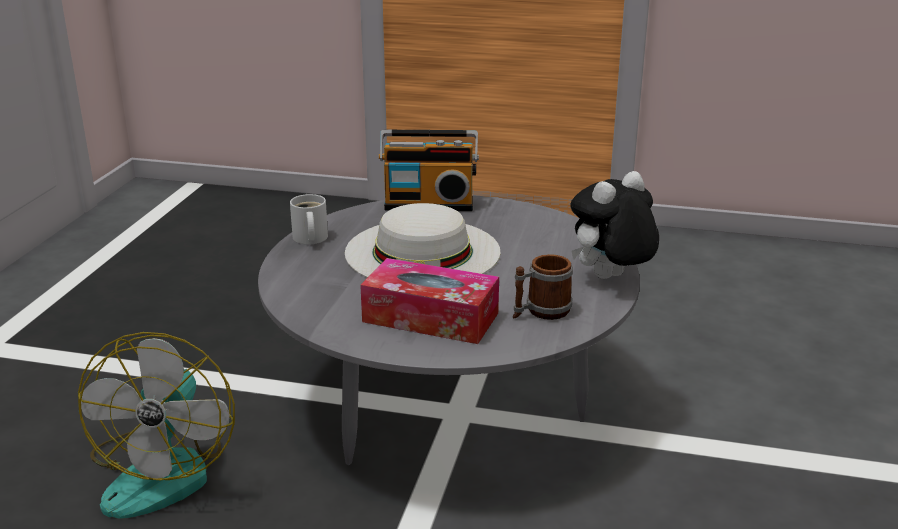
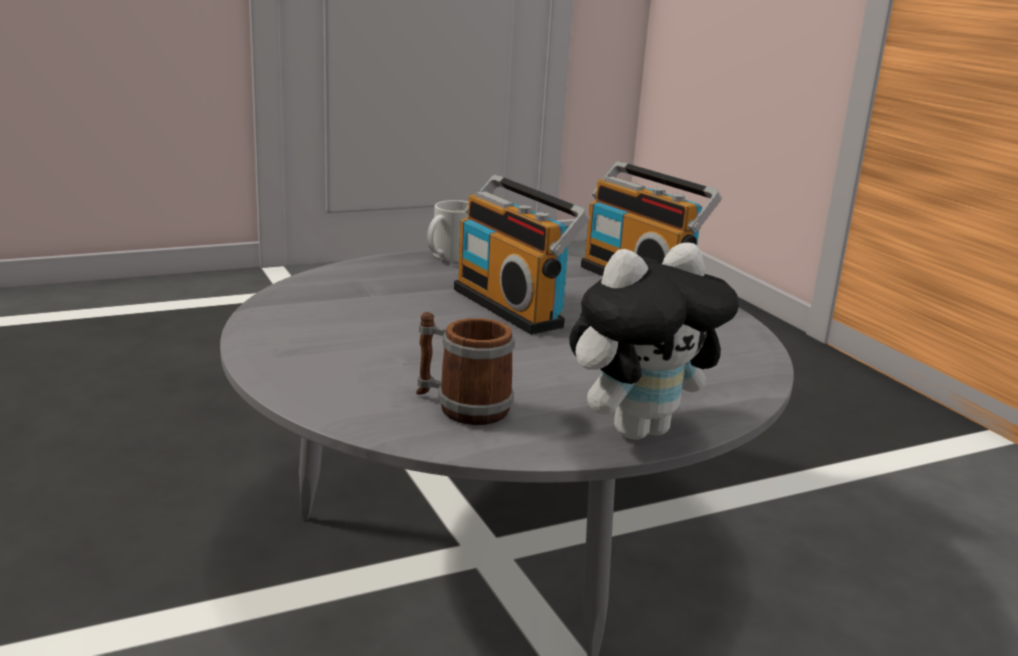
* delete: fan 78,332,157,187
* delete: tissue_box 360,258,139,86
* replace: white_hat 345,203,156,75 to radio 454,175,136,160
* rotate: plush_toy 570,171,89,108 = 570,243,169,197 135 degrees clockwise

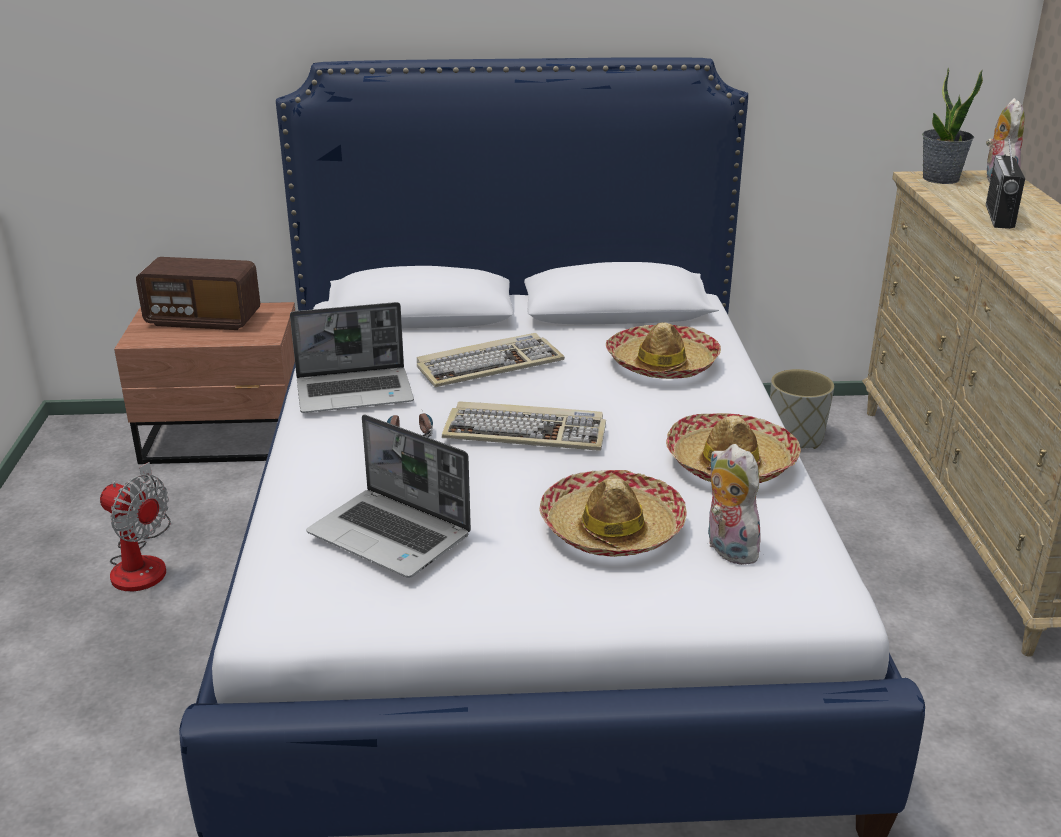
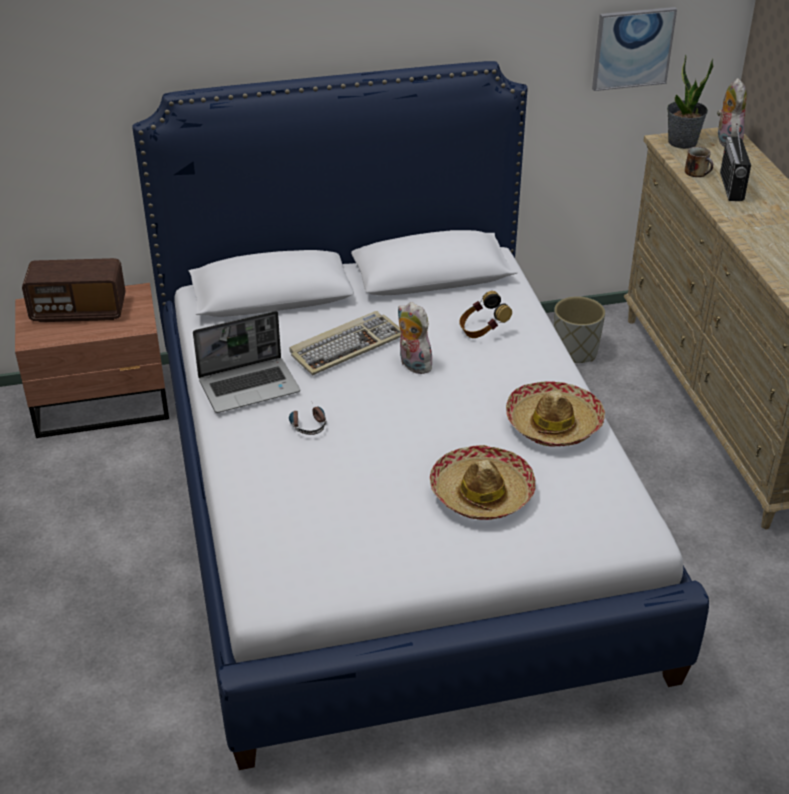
* delete: fan 100,462,71,129
* delete: laptop 306,415,165,163
* delete: keyboard 442,401,164,50
* insert: picture 592,7,85,84
* insert: mug 685,147,28,30
* move: plush_toy 707,444,58,121 to 397,302,35,72
* replace: hat 606,322,115,57 to headphones 459,291,53,47

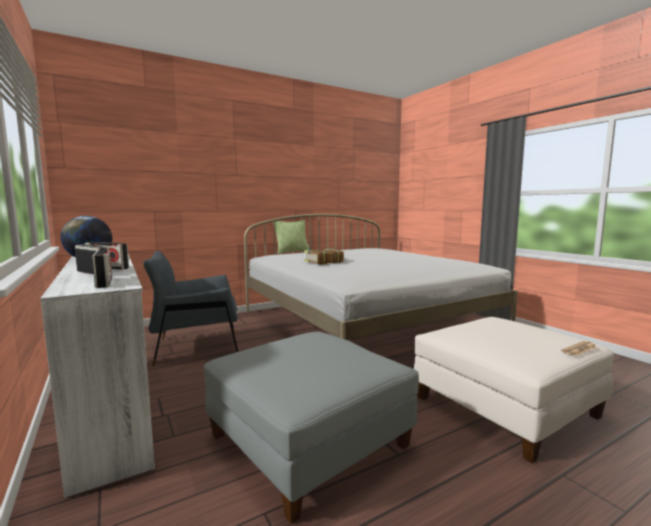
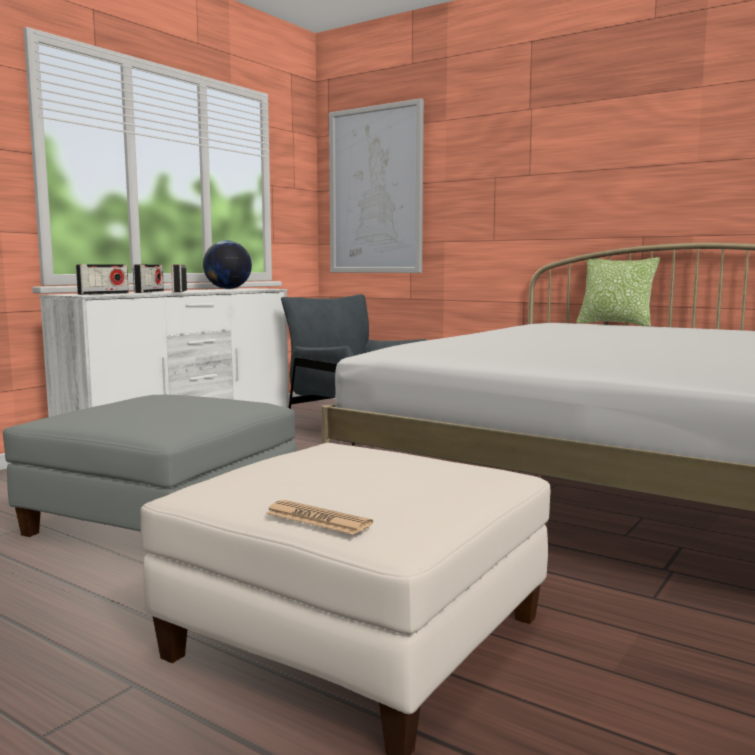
* delete: book 304,249,40,16
* insert: picture 329,98,95,175

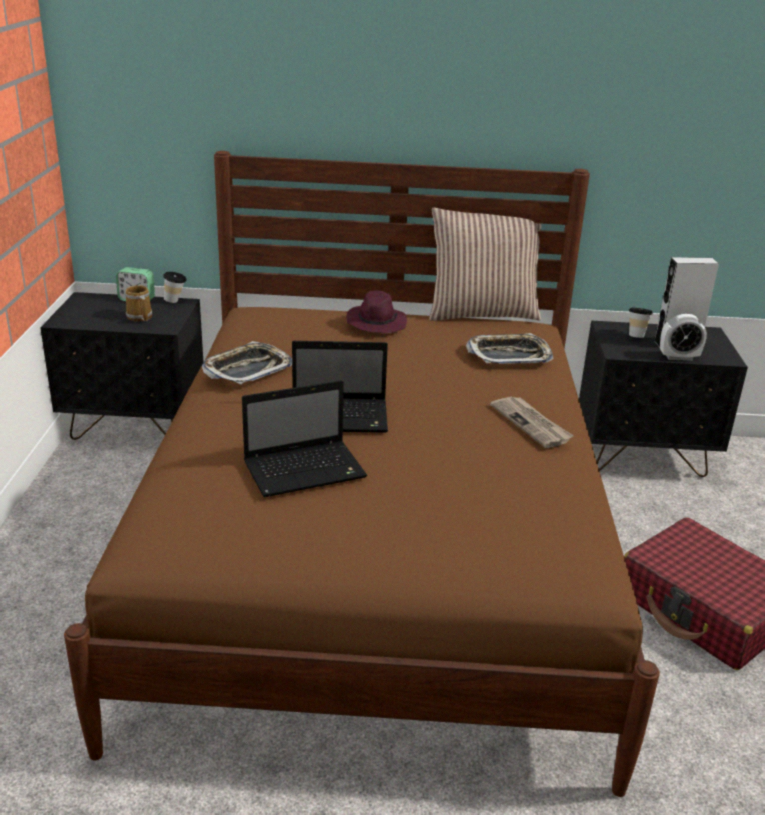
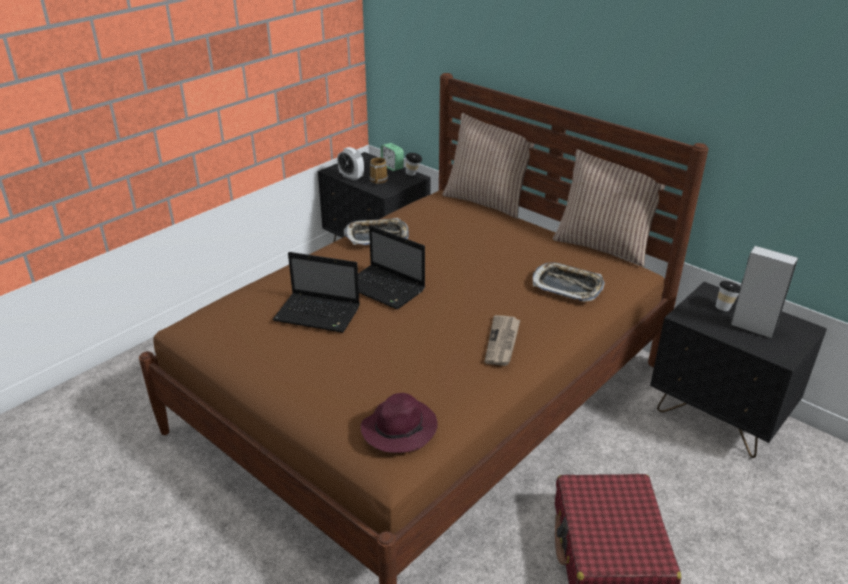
* insert: pillow 442,113,93,106
* move: purple_hat 346,290,61,43 to 360,393,78,60
* move: alarm_clock 660,314,47,47 to 337,147,27,34

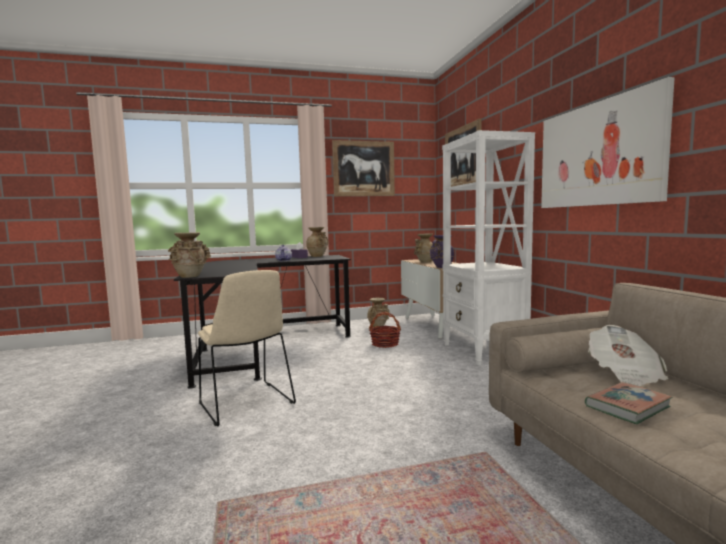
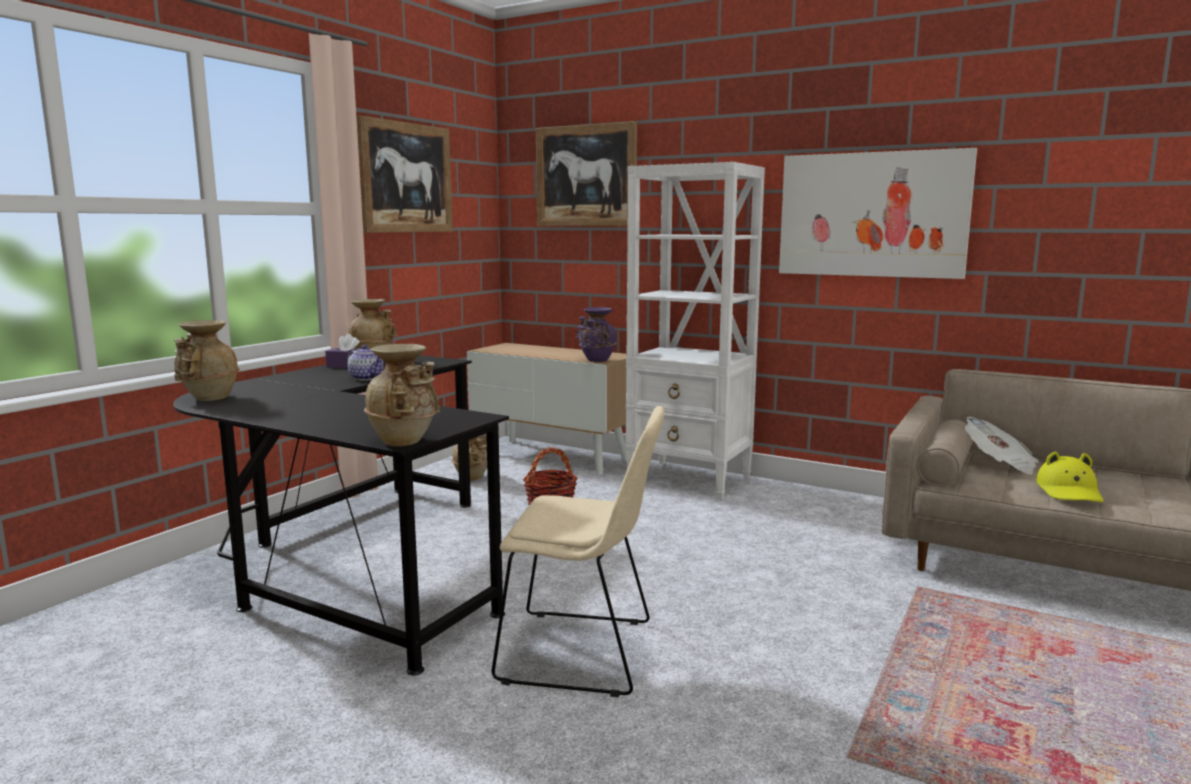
* move: beige_vase 414,234,19,28 to 174,320,66,81
* replace: book 585,382,88,42 to yellow_hat 1036,451,68,51

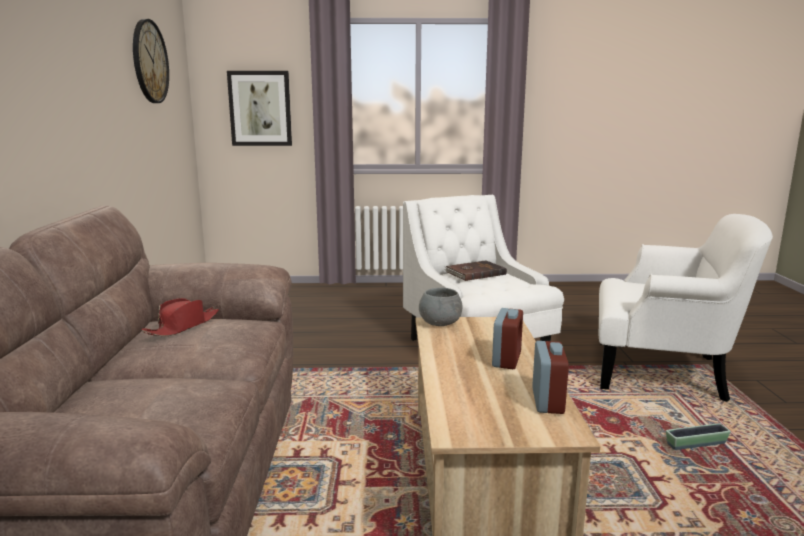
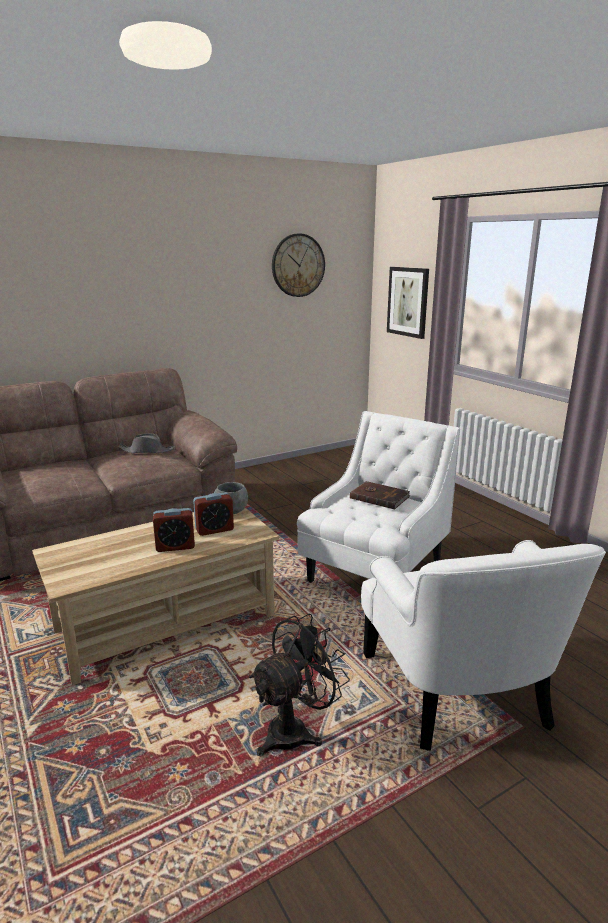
* move: alarm_clock 532,341,37,73 to 193,492,41,44
* replace: planter 666,423,65,27 to black_fan 249,613,101,143
* recolor: red_hat 142,298,77,38 to grey_hat 118,433,57,20

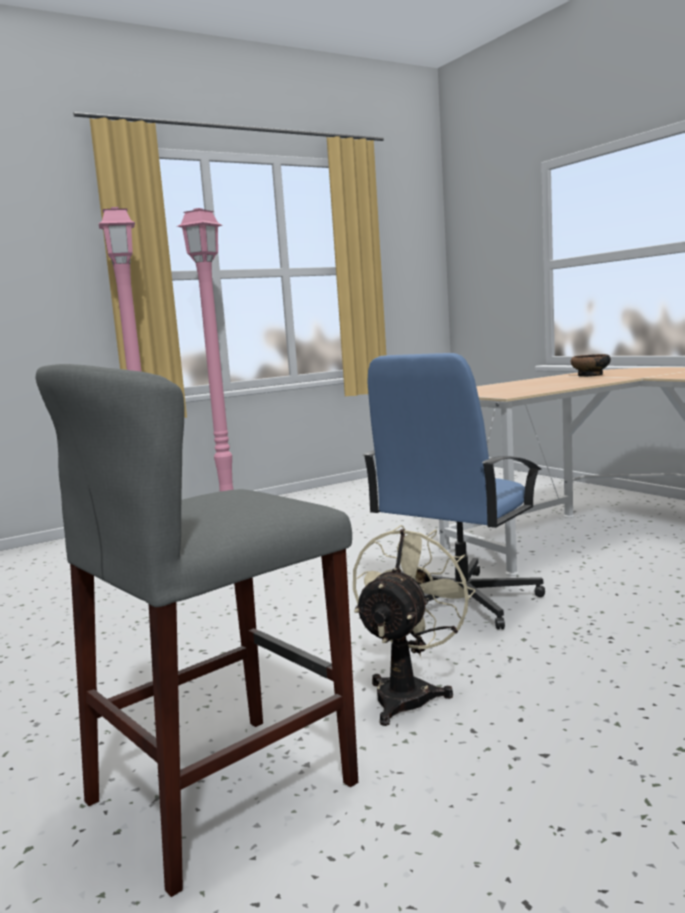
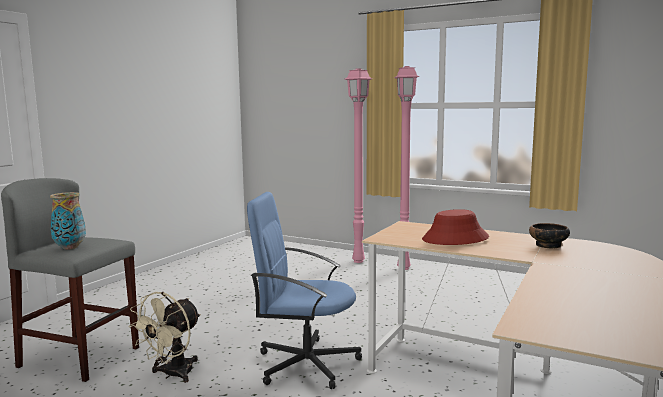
* insert: vase 50,192,36,58
* insert: red_hat 422,209,67,36
* rotate: beige_fan 353,525,123,201 = 128,292,73,91 120 degrees clockwise

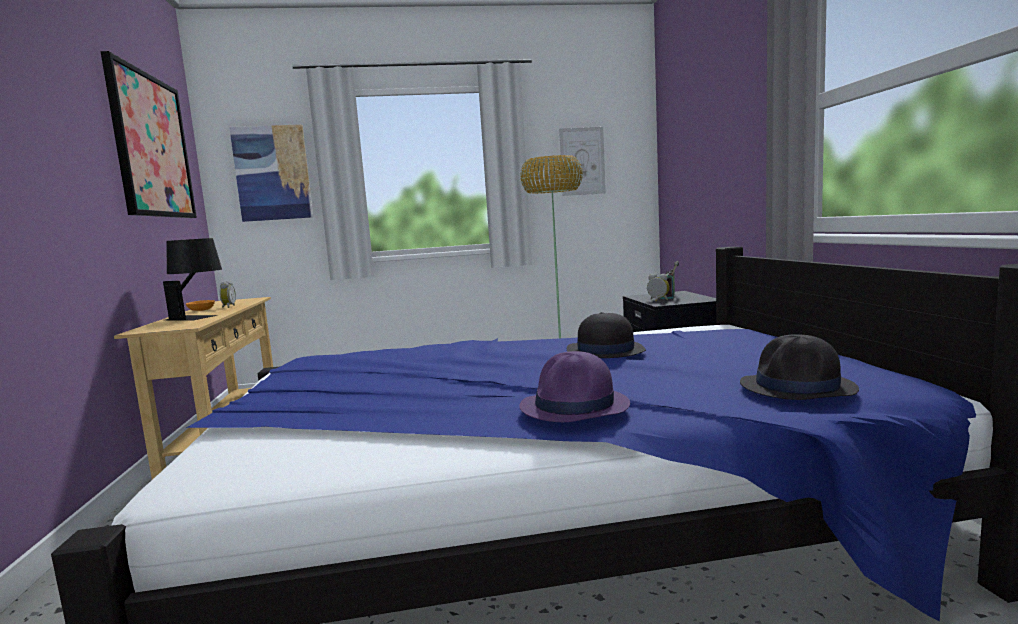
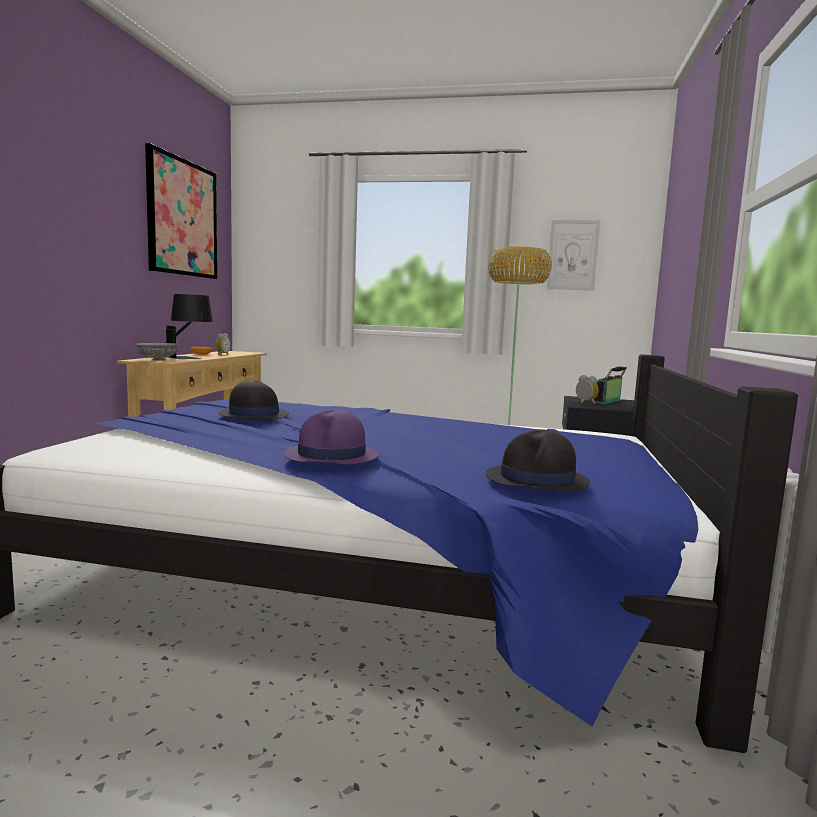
* delete: picture 229,124,84,98
* insert: grey_bowl 136,343,43,18
* move: black_hat 567,312,79,46 to 219,381,70,38

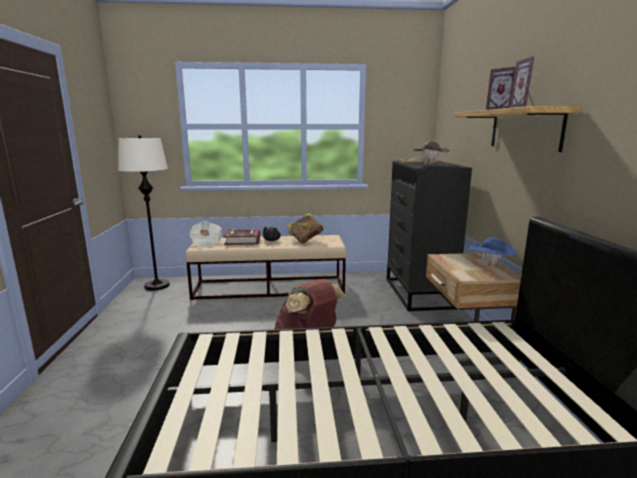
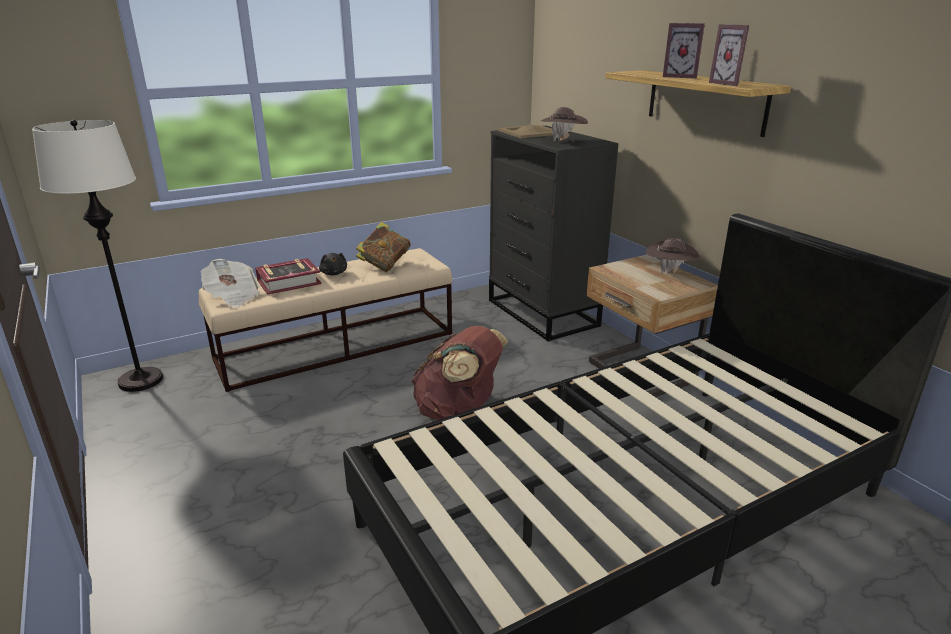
* recolor: blue_hat 469,237,47,29 to brown_hat 646,238,54,36

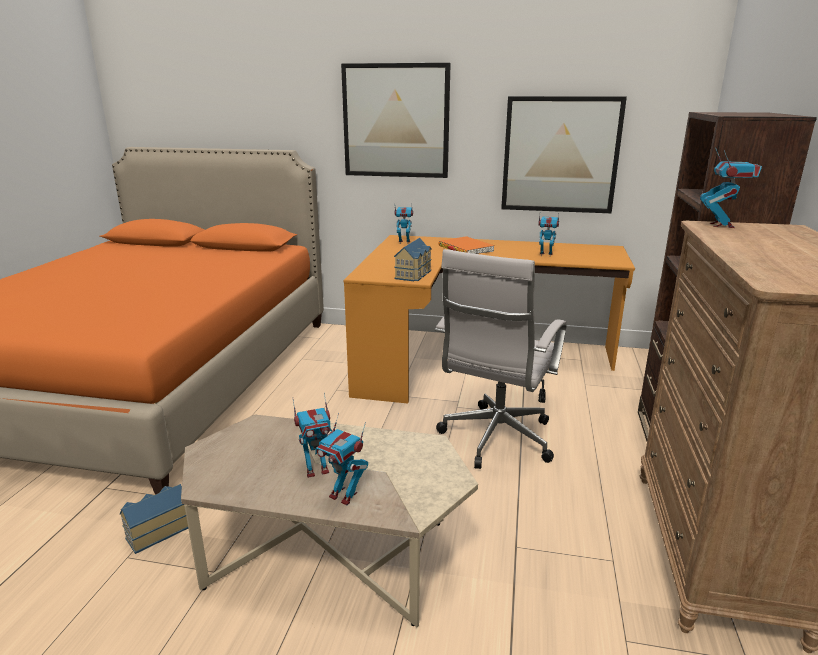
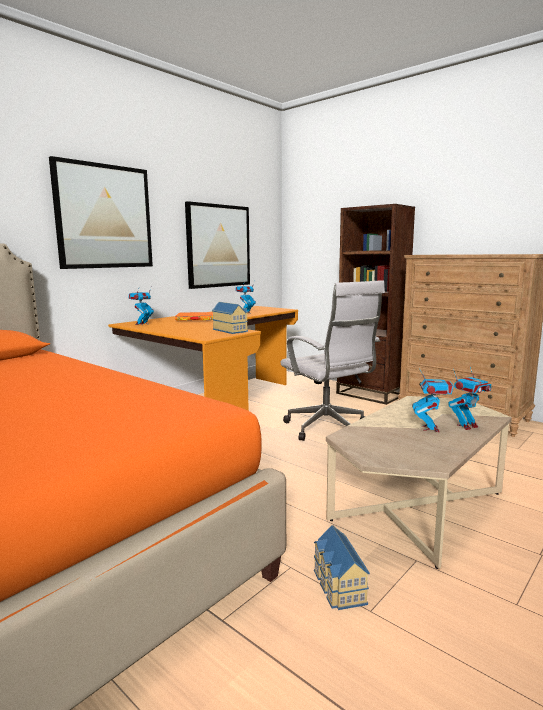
* delete: toy_robot 700,148,62,80

